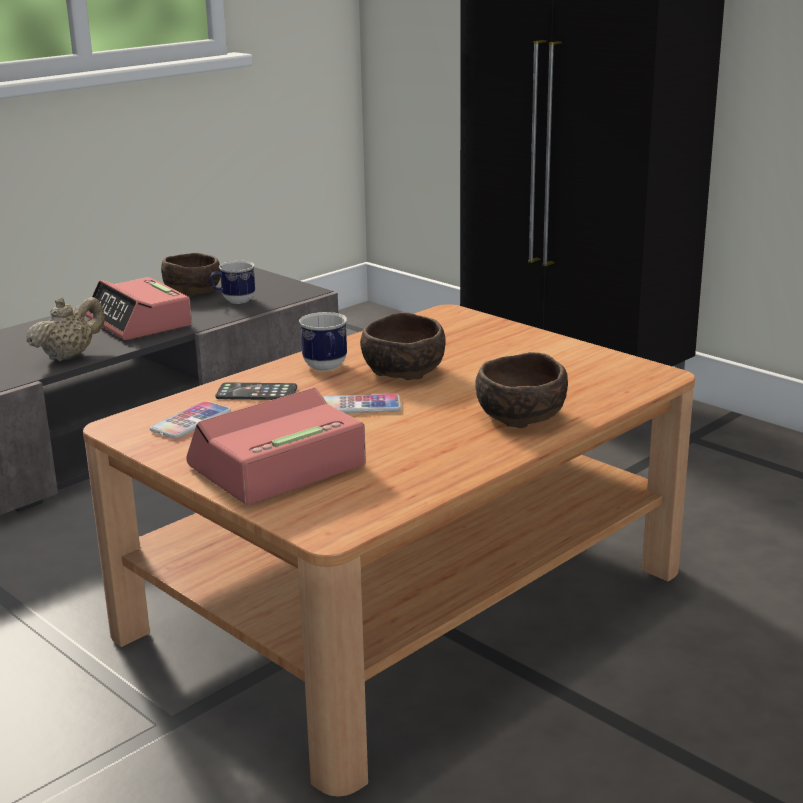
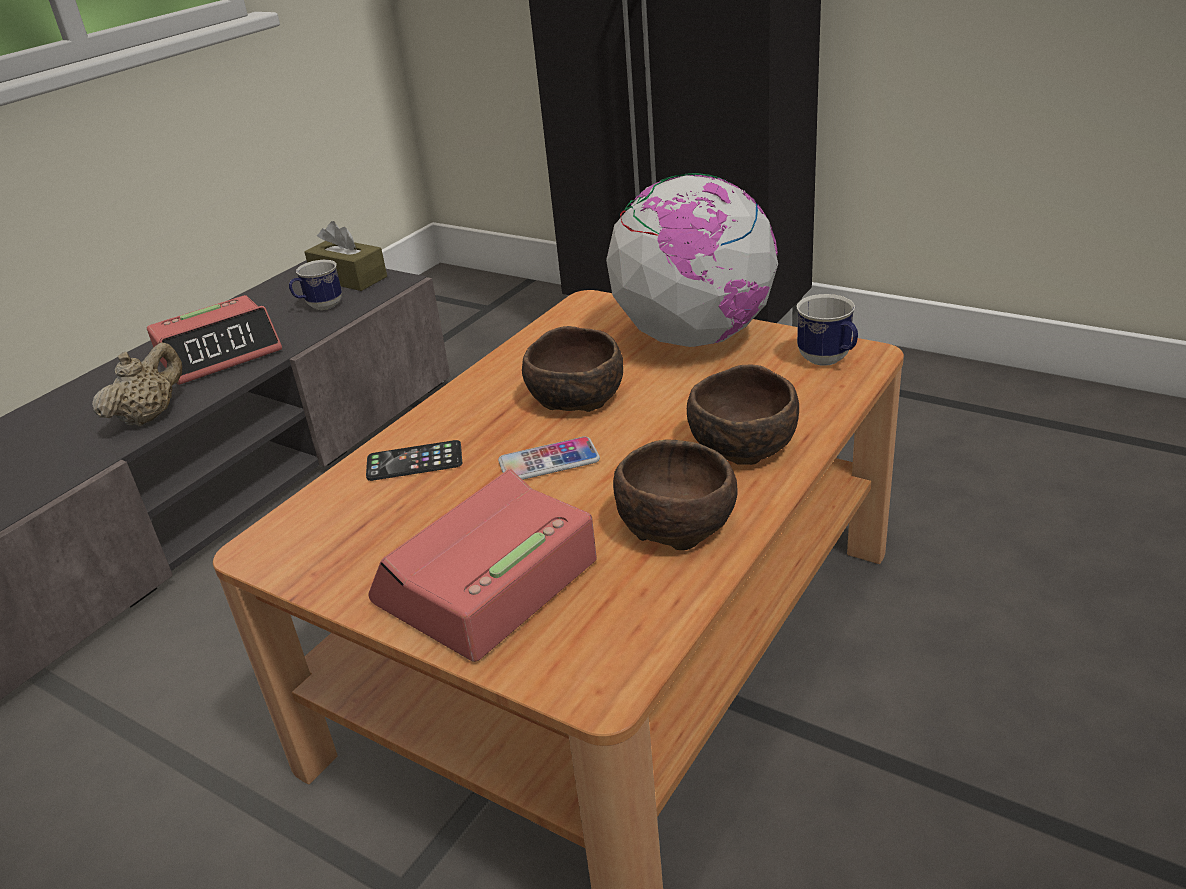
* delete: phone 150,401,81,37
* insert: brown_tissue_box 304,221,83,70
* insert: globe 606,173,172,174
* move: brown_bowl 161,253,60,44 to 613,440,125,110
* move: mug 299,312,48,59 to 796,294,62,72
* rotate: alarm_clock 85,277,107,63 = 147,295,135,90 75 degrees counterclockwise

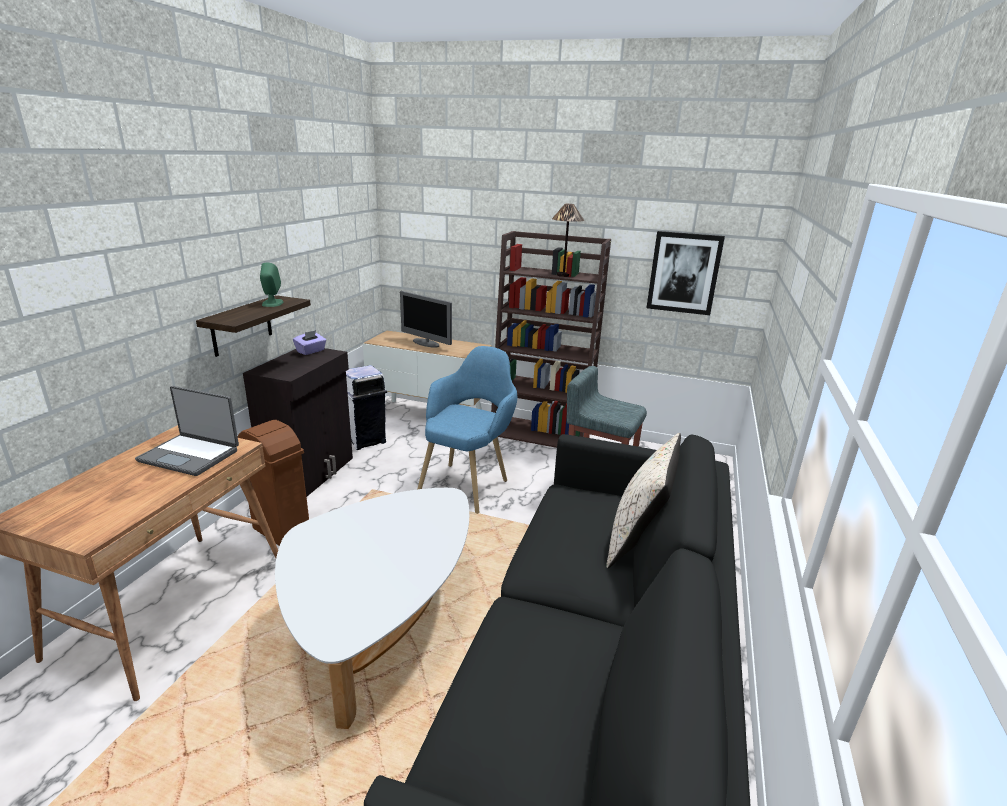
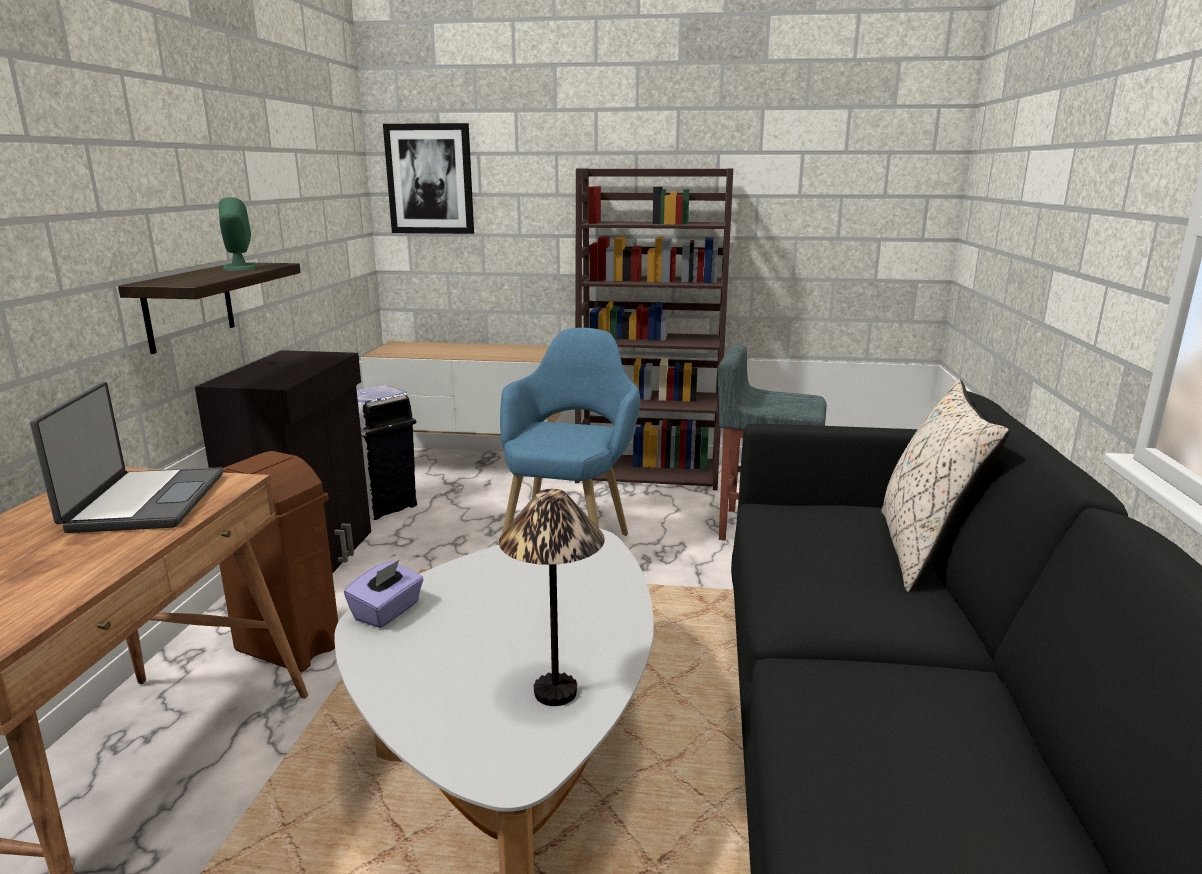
* delete: monitor 400,291,52,56
* move: purple_tissue_box 293,330,33,25 to 344,559,80,69
* move: table_lamp 552,204,32,73 to 499,489,106,217
* move: picture 647,231,78,84 to 383,123,91,111
* rotate: laptop 135,386,104,90 = 30,382,193,151 105 degrees counterclockwise

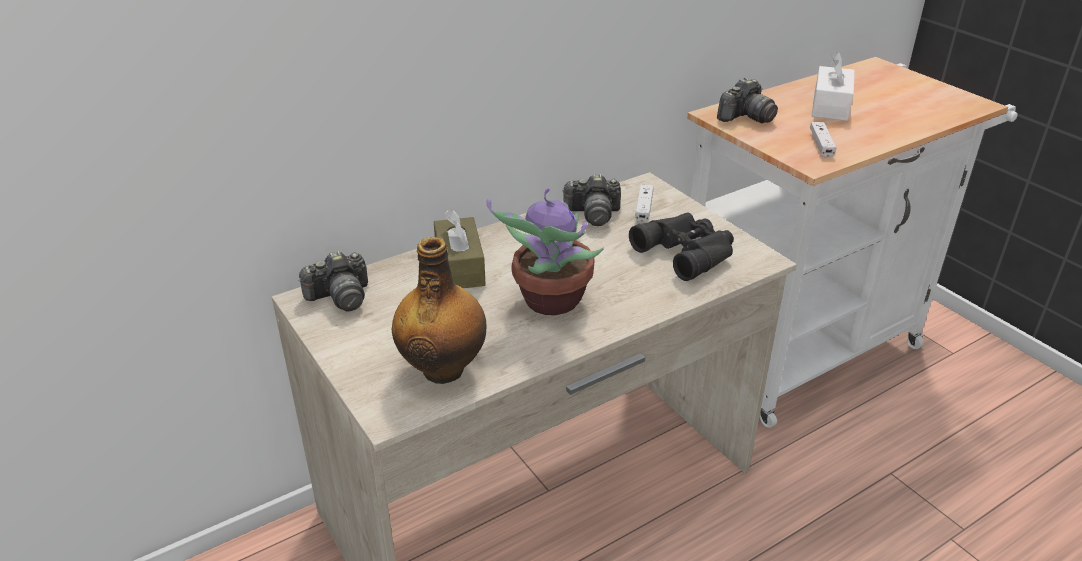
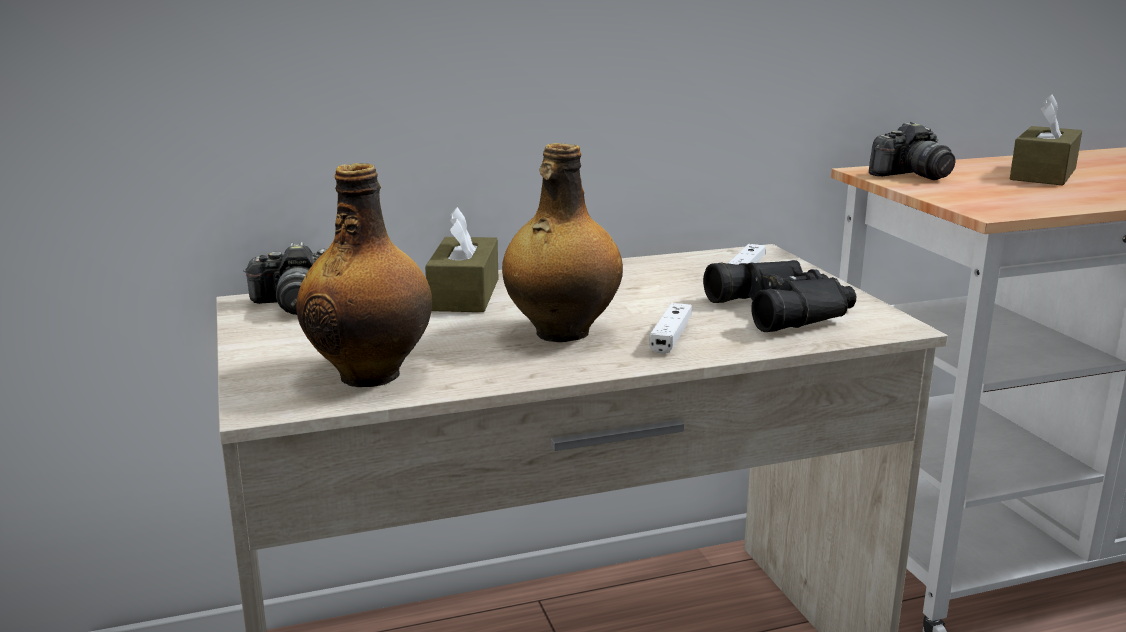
* delete: photo_camera 562,174,59,52
* move: white_game_controller 810,122,27,36 to 650,303,42,51
* replace: potted_plant 486,189,118,126 to bottle 502,143,121,199
* recolor: white_tissue_box 812,52,43,69 to brown_tissue_box 1010,94,72,92

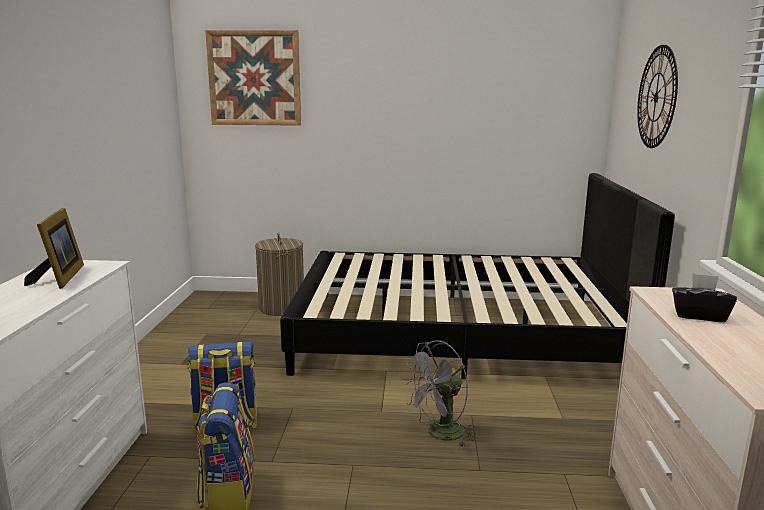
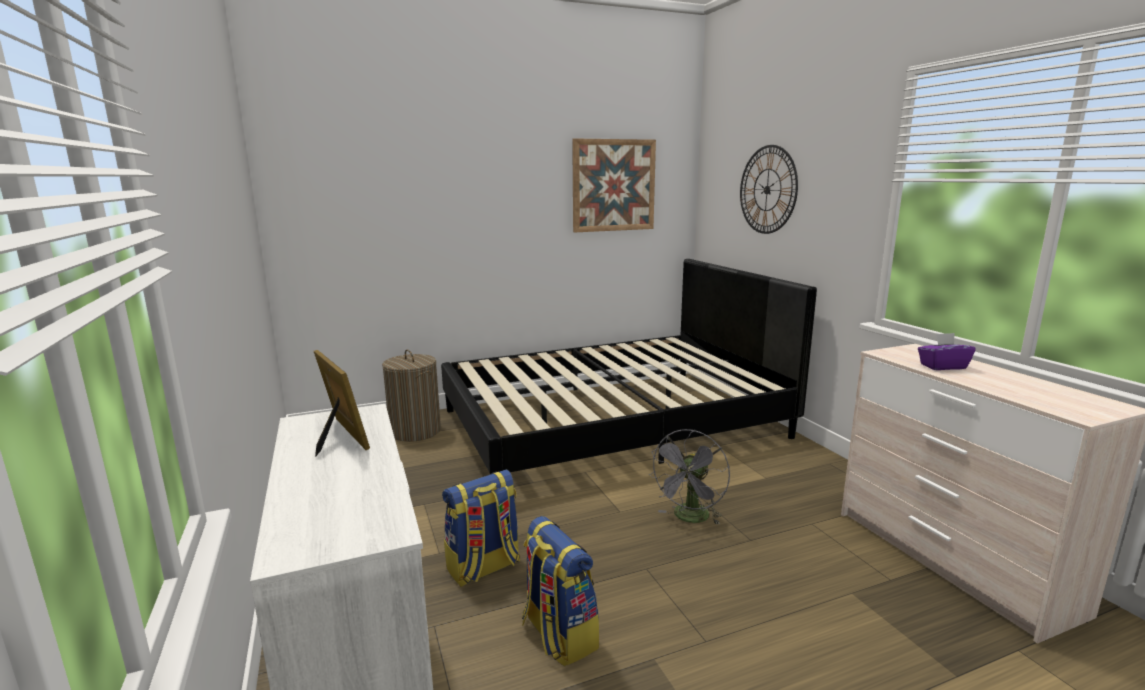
* move: picture 205,30,96,96 to 572,139,84,94
* recolor: black_tissue_box 672,273,65,49 to purple_tissue_box 918,333,58,37

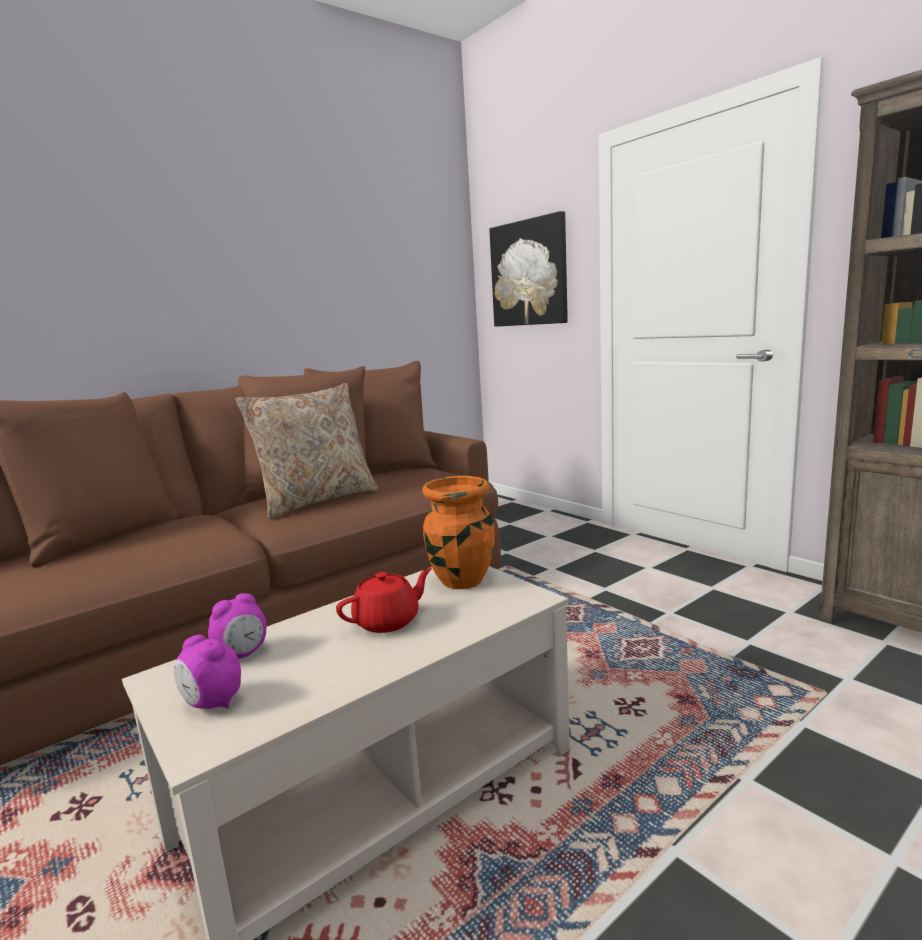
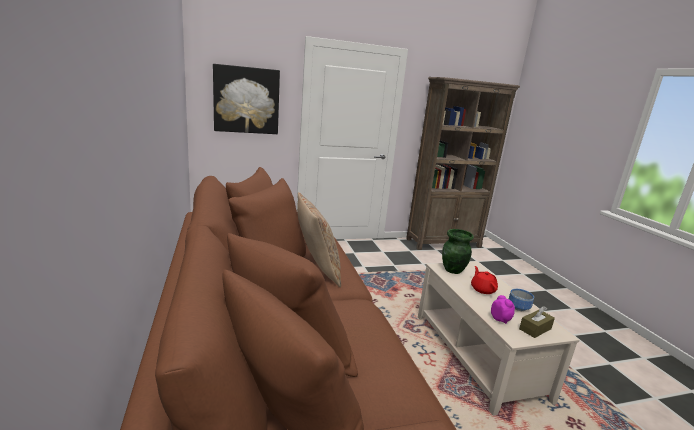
* insert: bowl 509,289,25,22
* replace: alarm_clock 174,635,67,74 to brown_tissue_box 519,306,36,32
* recolor: orange_vase 422,476,73,113 to green_vase 442,229,32,45

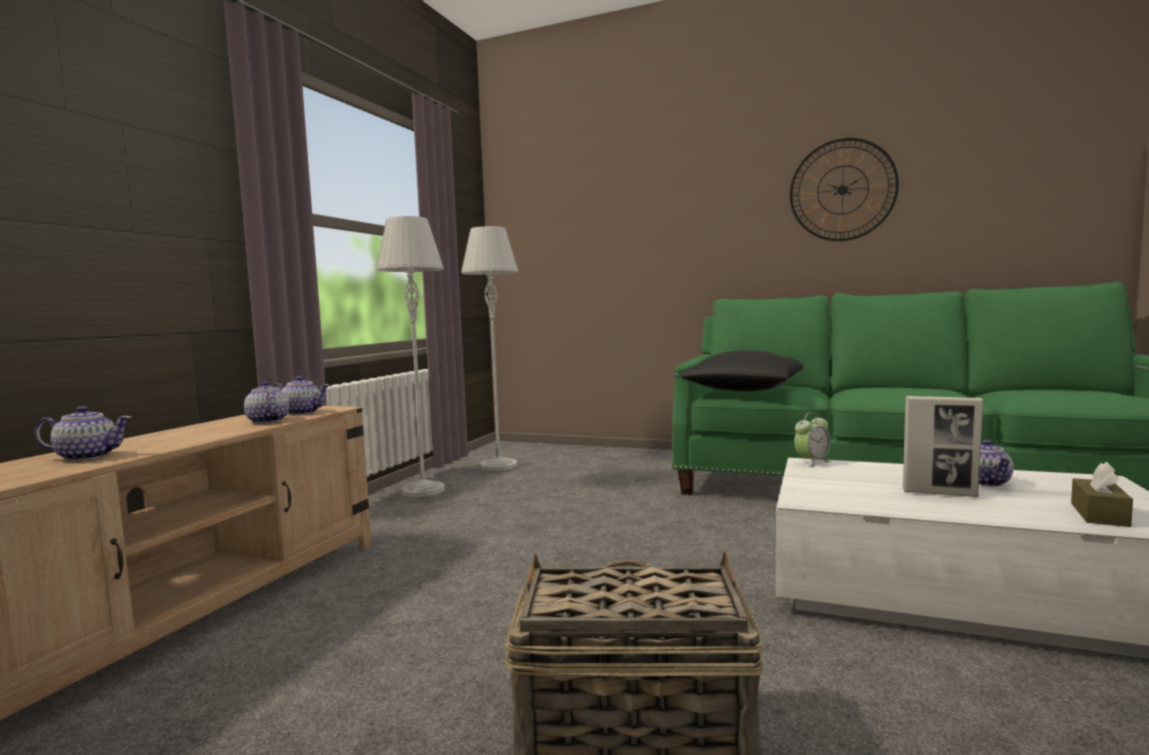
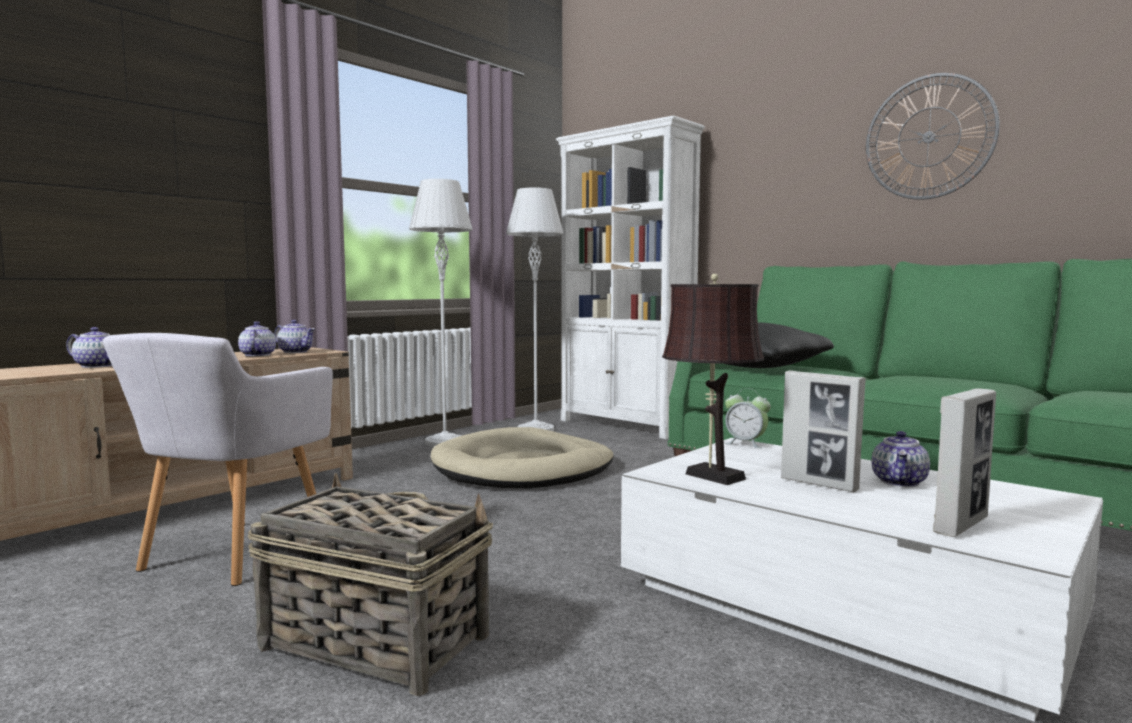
* insert: grey_armchair 103,333,230,253
* insert: beige_dog_bed 431,427,183,61
* insert: white_bookcase 556,115,149,324
* insert: brown_table_lamp 662,274,102,211
* replace: brown_tissue_box 1071,462,62,65 to picture_frame 933,388,63,149
* rotate: alarm_clock 794,412,37,55 = 724,388,47,61 45 degrees clockwise

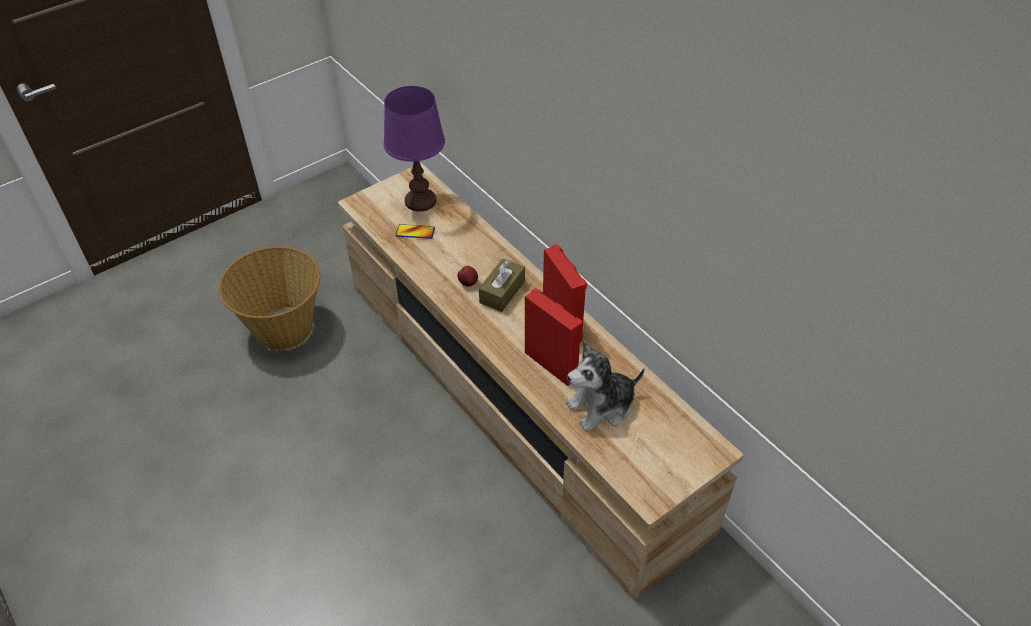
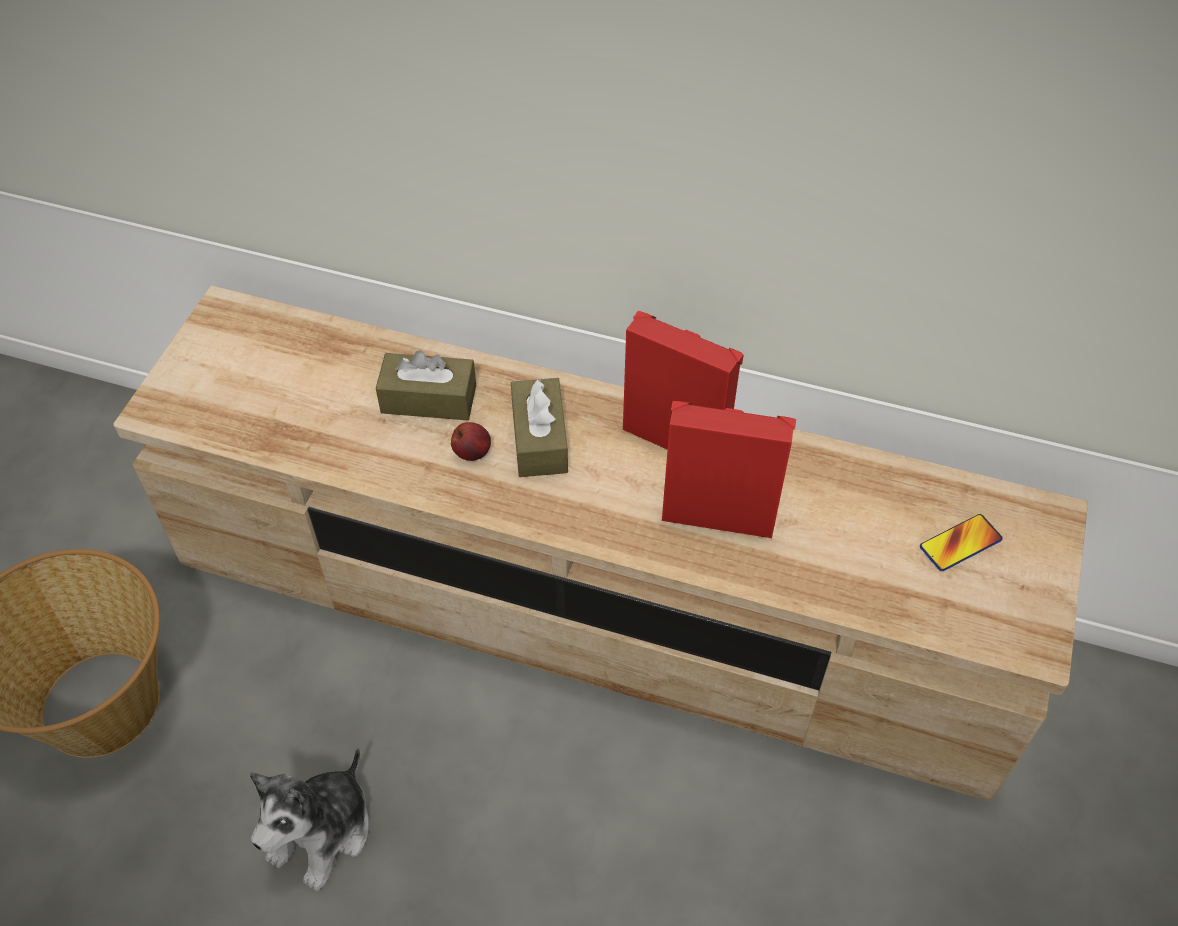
* delete: purple_table_lamp 384,86,61,126
* insert: brown_tissue_box 376,350,100,70
* move: phone 396,224,39,15 to 920,514,83,57
* move: plush_toy 566,341,79,90 to 250,747,119,144

